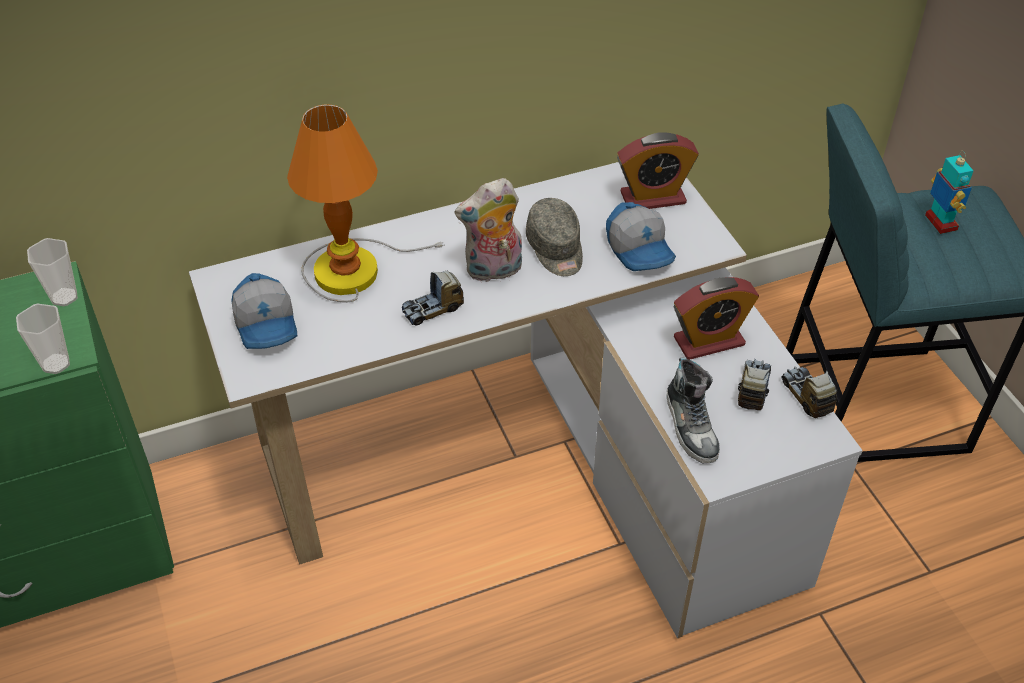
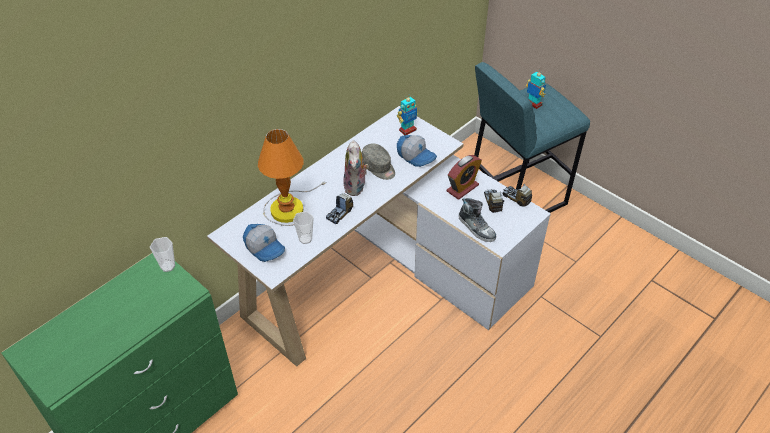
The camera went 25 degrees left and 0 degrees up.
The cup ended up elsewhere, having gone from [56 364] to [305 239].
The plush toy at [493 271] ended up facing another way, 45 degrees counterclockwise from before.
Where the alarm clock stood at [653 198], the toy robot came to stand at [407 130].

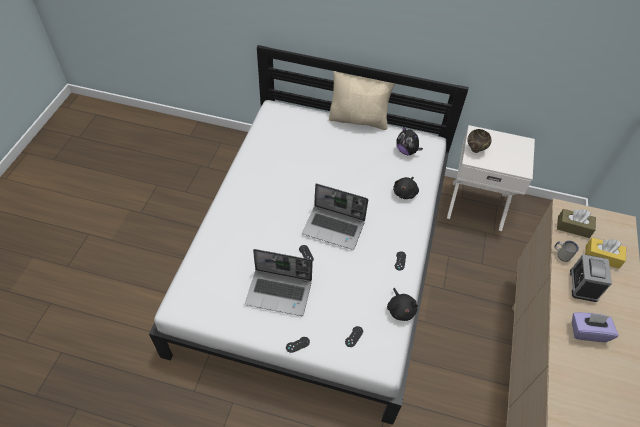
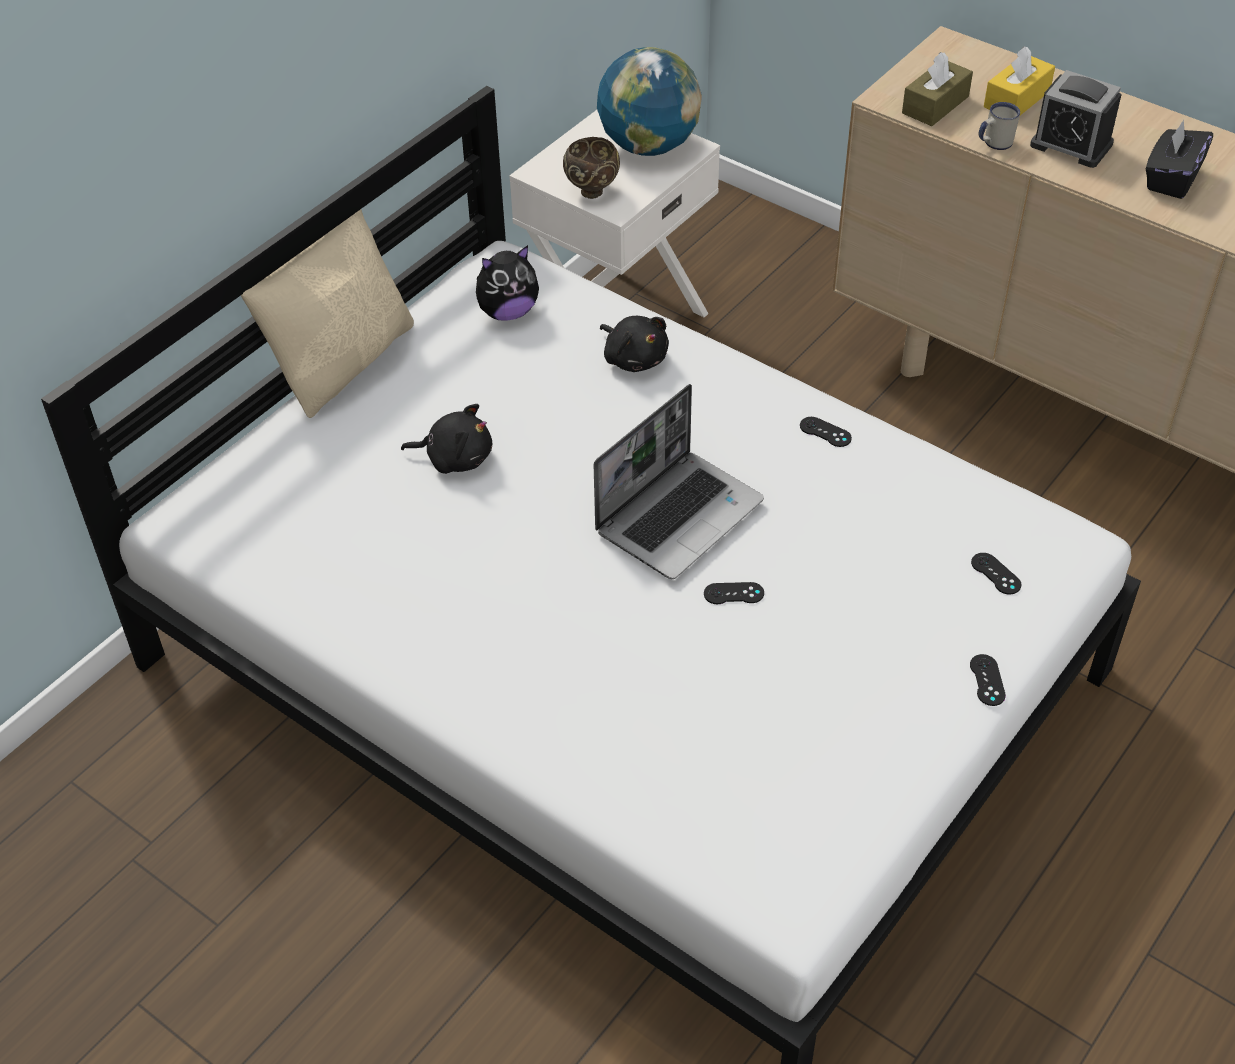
The camera went 65 degrees left and 5 degrees down.
The plush toy in black ended up elsewhere, having gone from [400 309] to [455 458].
The second view gained the globe at [649 145].
What was the tissue box in purple at [587 331] turned into the tissue box in black at [1171 179].
The second view lost the laptop at [280 292].

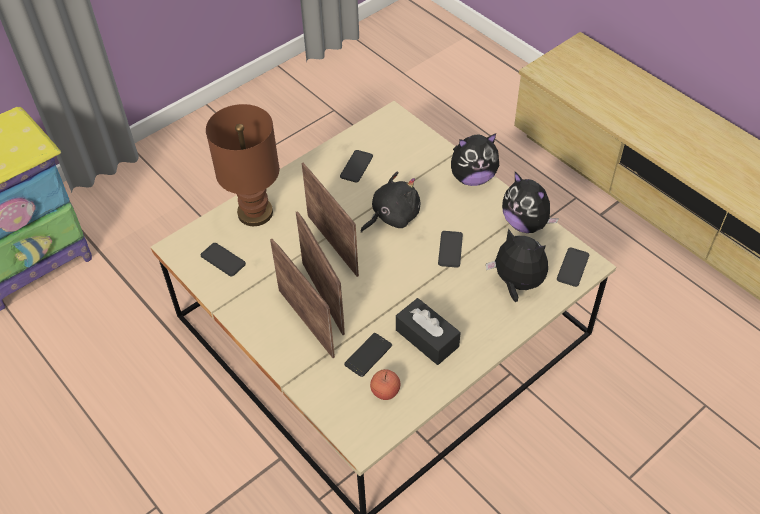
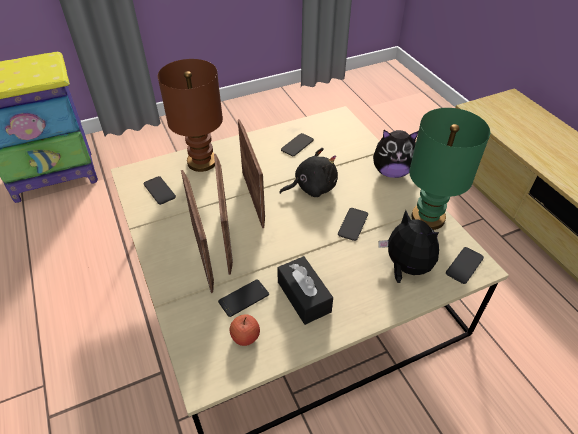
The camera went 15 degrees right and 5 degrees down.
Where the plush toy stood at [525 223], the table lamp in green came to stand at [429 218].

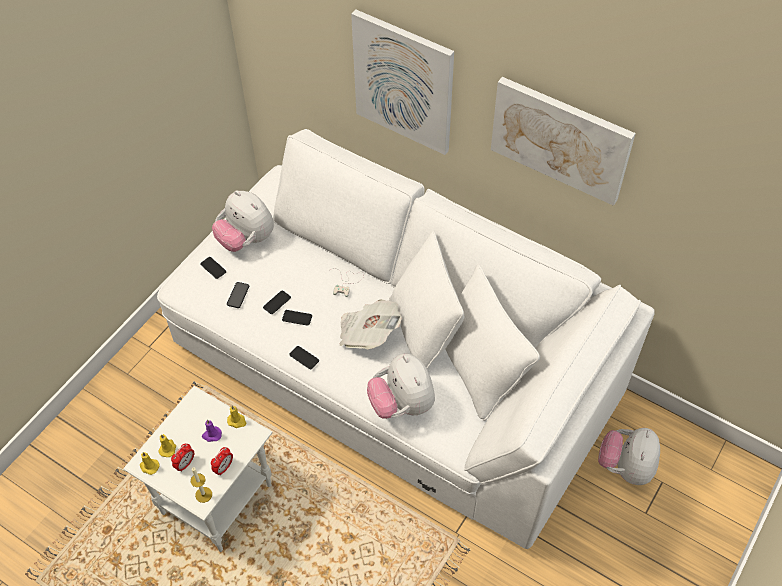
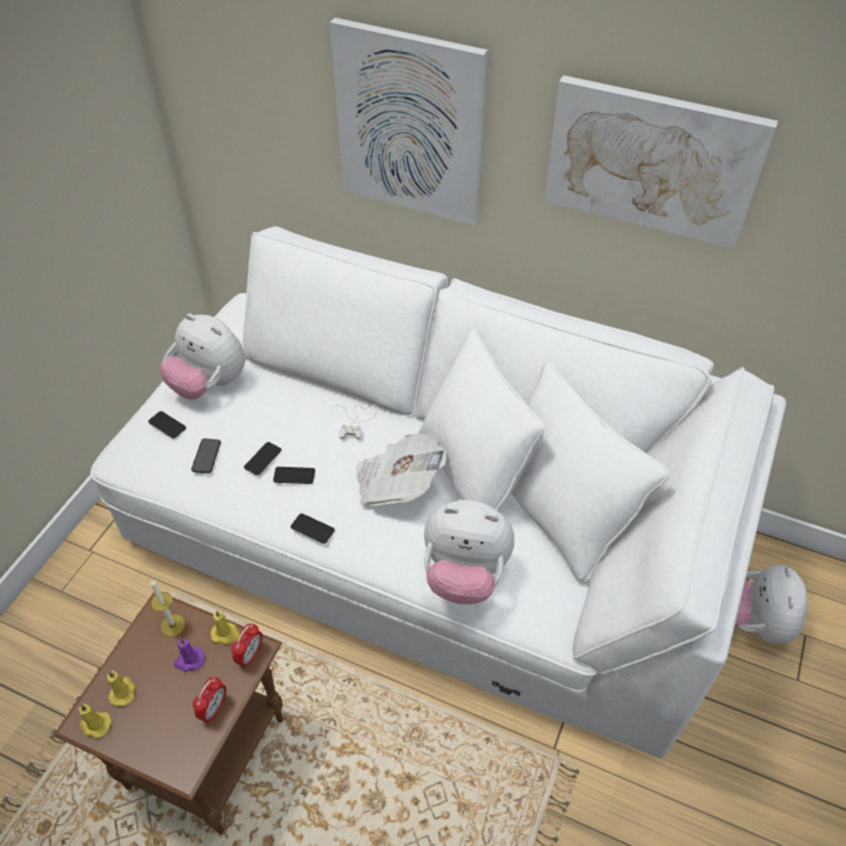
The camera went 10 degrees left and 5 degrees down.
What was the side table in white at [218 498] turned into the side table in brown at [208 751].
The candle ended up elsewhere, having gone from [203 494] to [173 625].
The alarm clock ended up elsewhere, having gone from [185 464] to [250 655].
The plush toy at [402 404] ended up facing another way, 45 degrees counterclockwise from before.

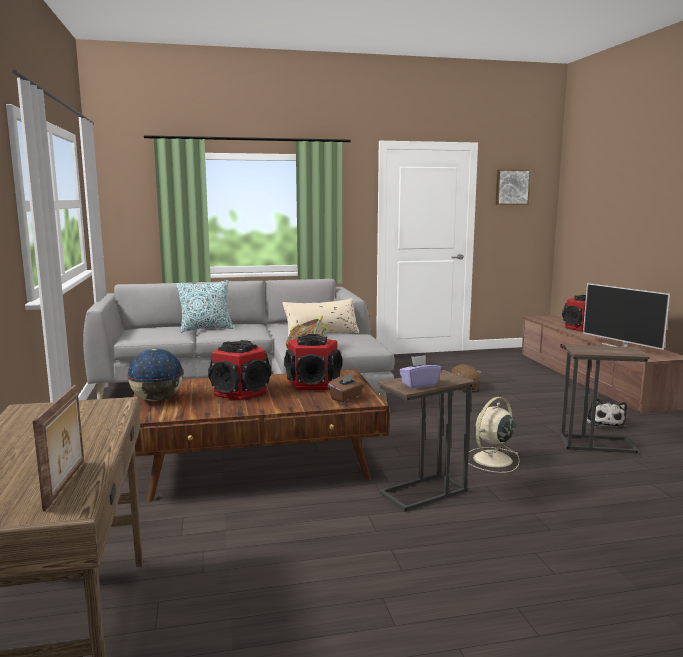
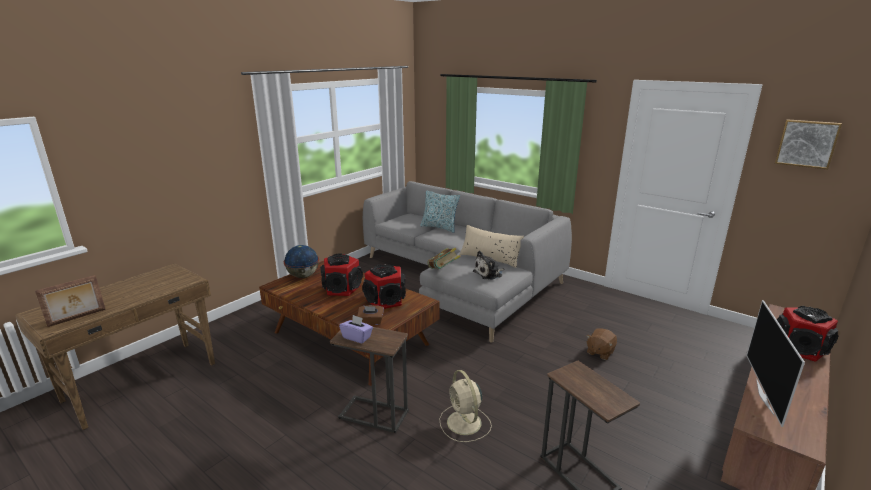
The camera went 50 degrees right and 10 degrees up.
The fan in beige at [491 460] ended up facing another way, 120 degrees counterclockwise from before.
The plush toy ended up elsewhere, having gone from [604 422] to [489 273].

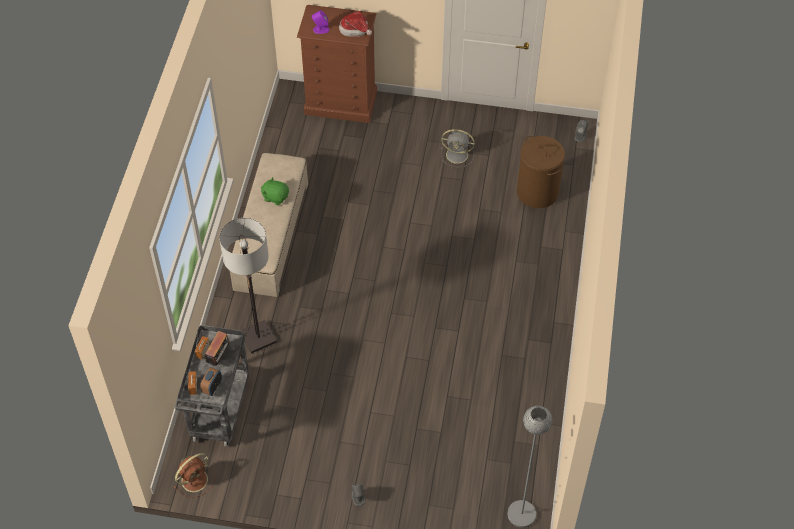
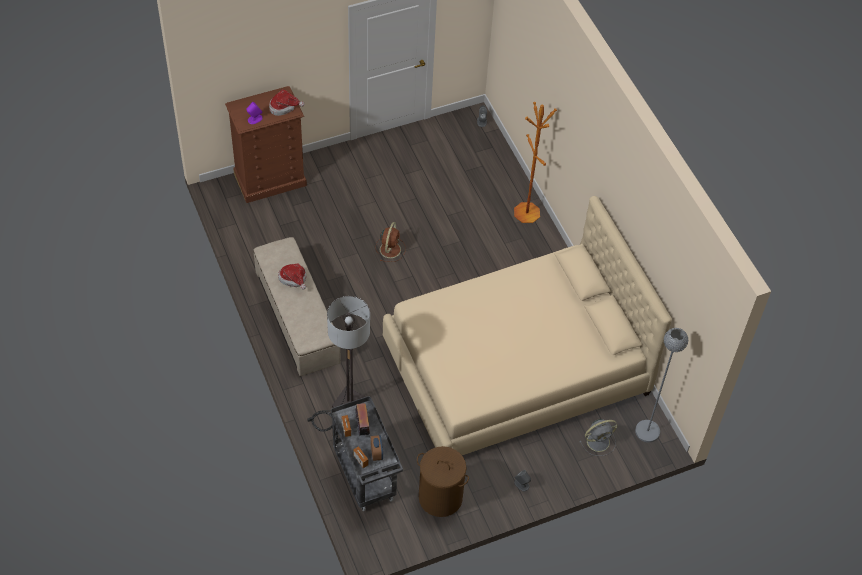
The camera went 35 degrees left and 0 degrees up.
Where the plush toy in green stood at [275 197], the hat came to stand at [294 279].
The fan in brown ended up elsewhere, having gone from [195 479] to [390 249].
The second view gained the bed in beige at [516 367].
The laundry basket in brown ended up elsewhere, having gone from [537 192] to [440 497].
The second view gained the clothes rack in orange at [527 212].
The fan in grey ended up elsewhere, having gone from [458 155] to [599 441].

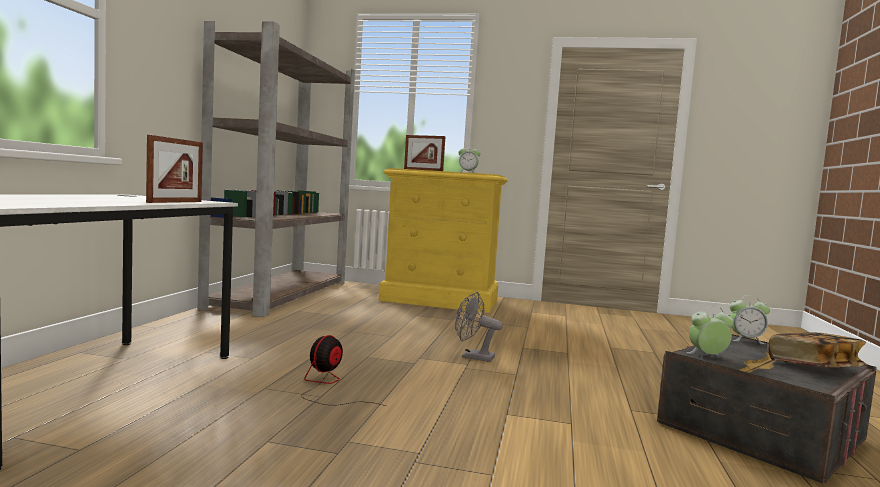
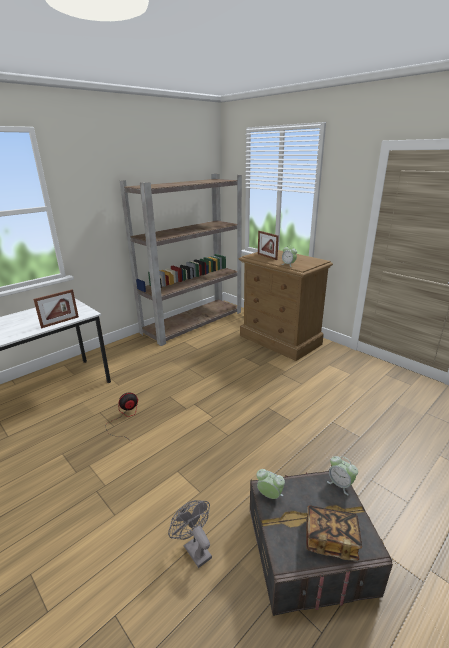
The camera went 35 degrees right and 20 degrees up.
The fan in grey ended up elsewhere, having gone from [472 357] to [194 548].
What was the dresser in yellow at [440 300] turned into the dresser in brown at [280 340].

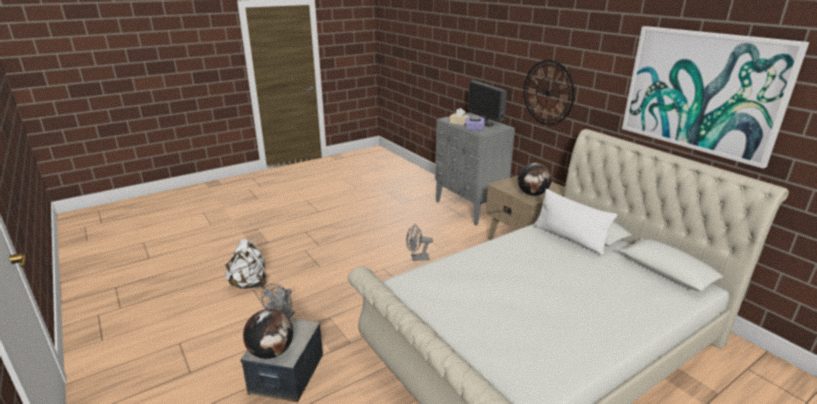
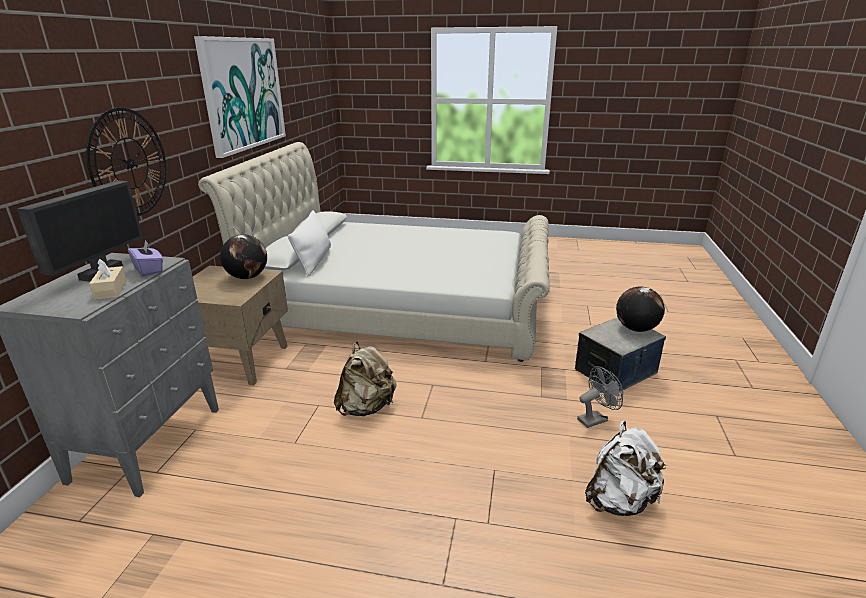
The camera went 135 degrees left and 0 degrees up.
Where the fan in grey stood at [417 258], the backpack in beige came to stand at [366 407].

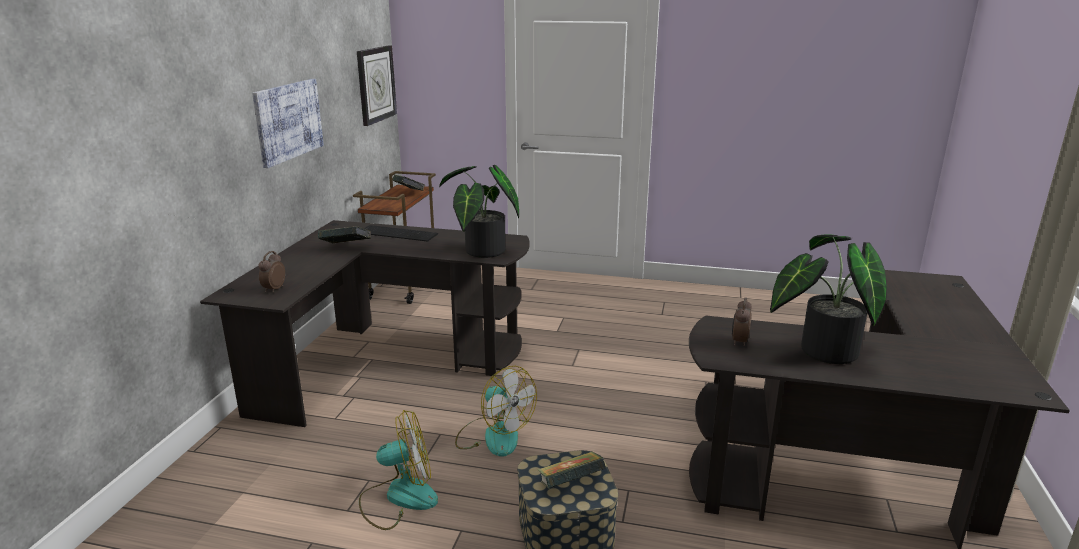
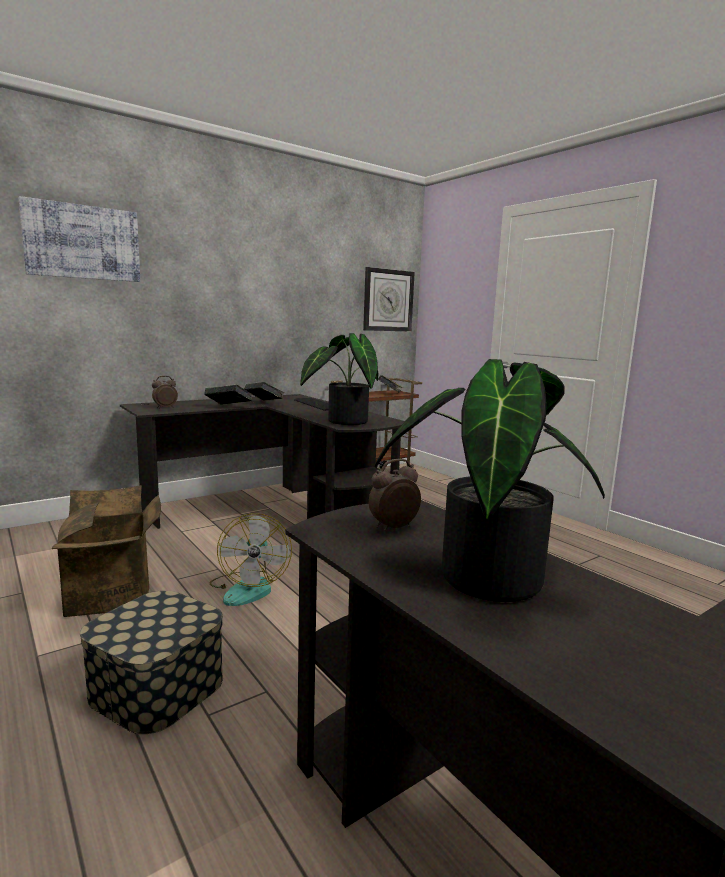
The camera went 40 degrees right and 10 degrees down.
The picture ended up elsewhere, having gone from [288 121] to [83 242].
Where the fan stood at [399 497], the cardboard box came to stand at [113 594].
The book ended up elsewhere, having gone from [570 486] to [229 407].

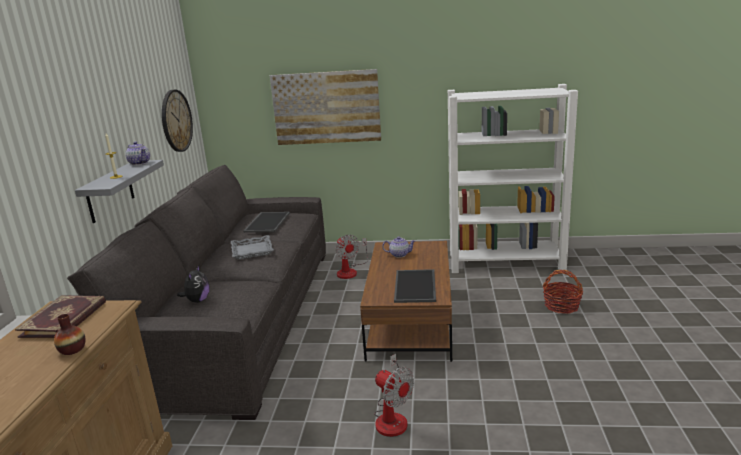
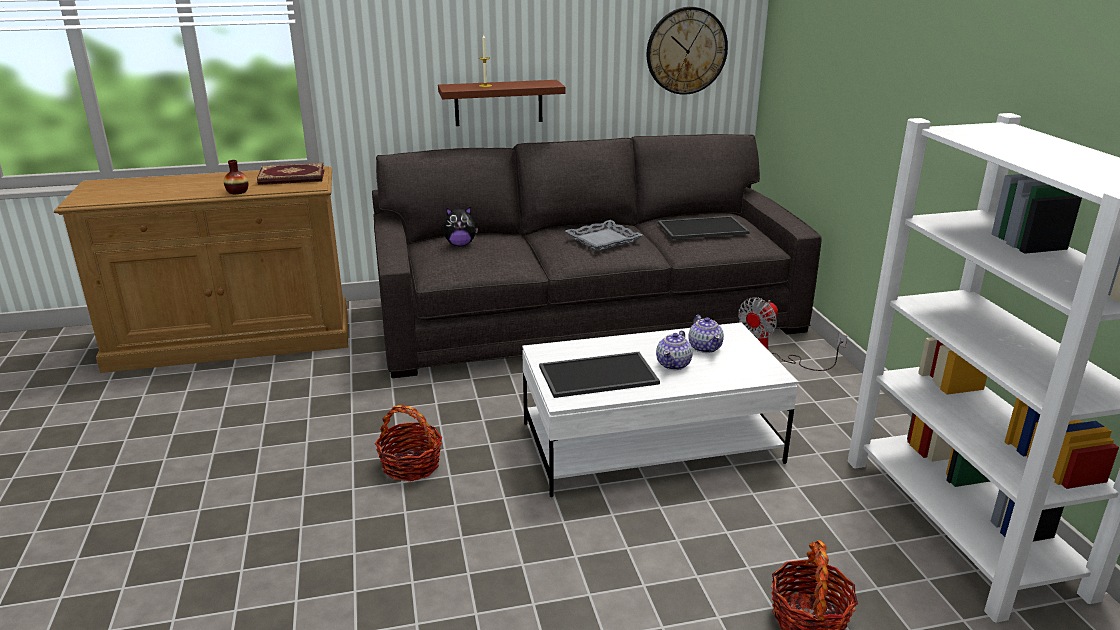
The camera went 70 degrees right and 5 degrees up.
Where the fan stood at [392 416], the basket came to stand at [411 465].
What was the shelf in grey at [110 192] turned into the shelf in brown at [498 103].
What was the coffee table in brown at [410 320] turned into the coffee table in white at [650 442].
The teapot ended up elsewhere, having gone from [139 163] to [674 364].
The second view lost the picture at [326 107].

